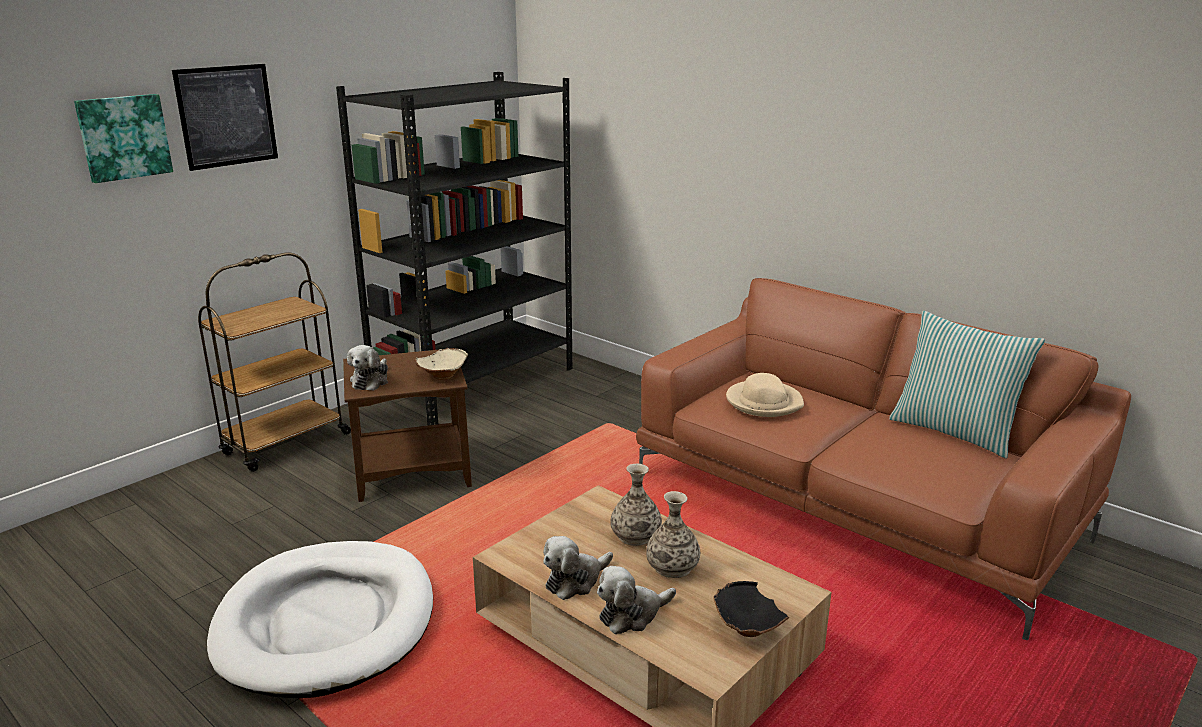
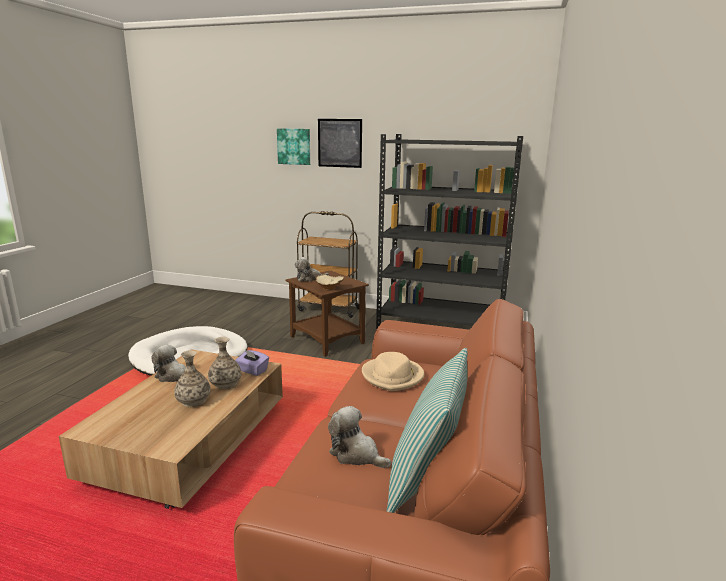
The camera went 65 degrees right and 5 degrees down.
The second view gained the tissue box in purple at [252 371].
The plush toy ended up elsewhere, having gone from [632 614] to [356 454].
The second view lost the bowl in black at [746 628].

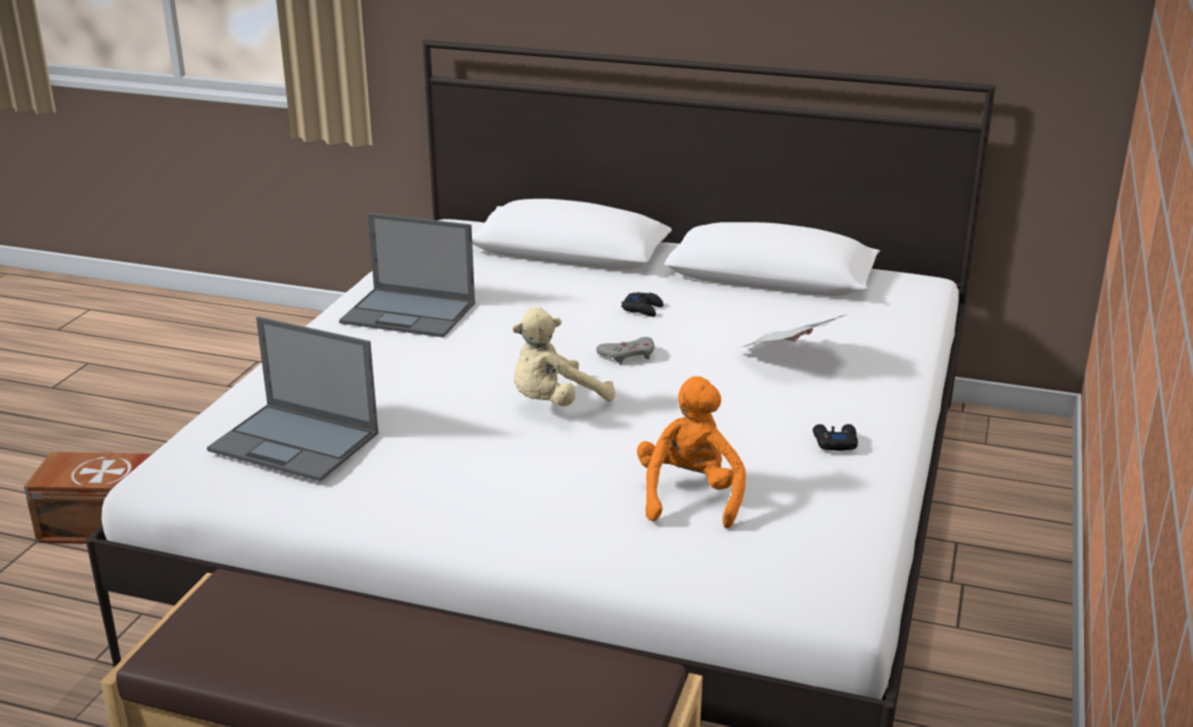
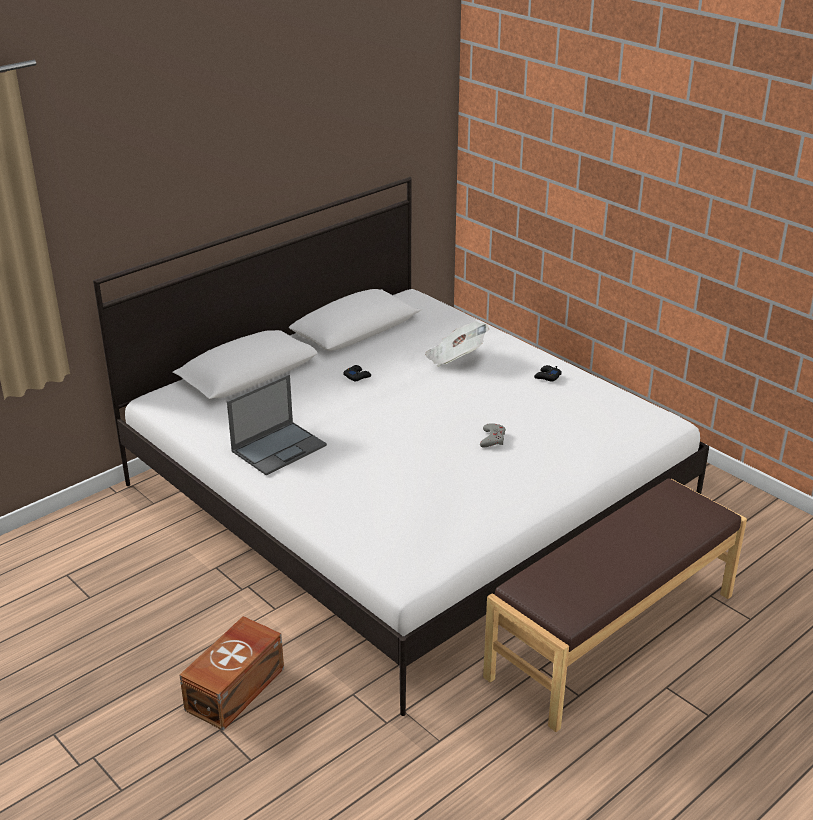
The camera went 60 degrees left and 5 degrees up.
The game controller in grey ended up elsewhere, having gone from [628 355] to [492 439].
The second view lost the laptop at [296 442].
The second view lost the plush toy in beige at [555 403].
The second view lost the plush toy in orange at [690 496].

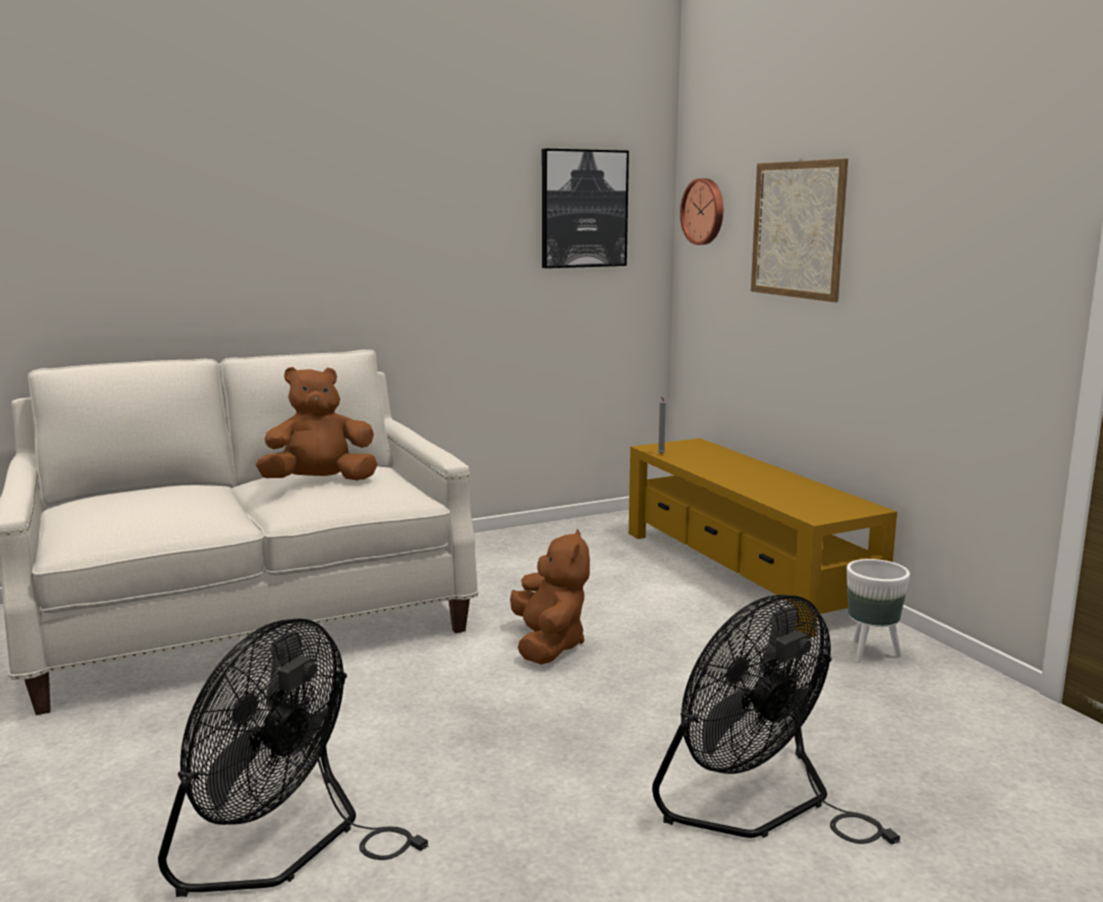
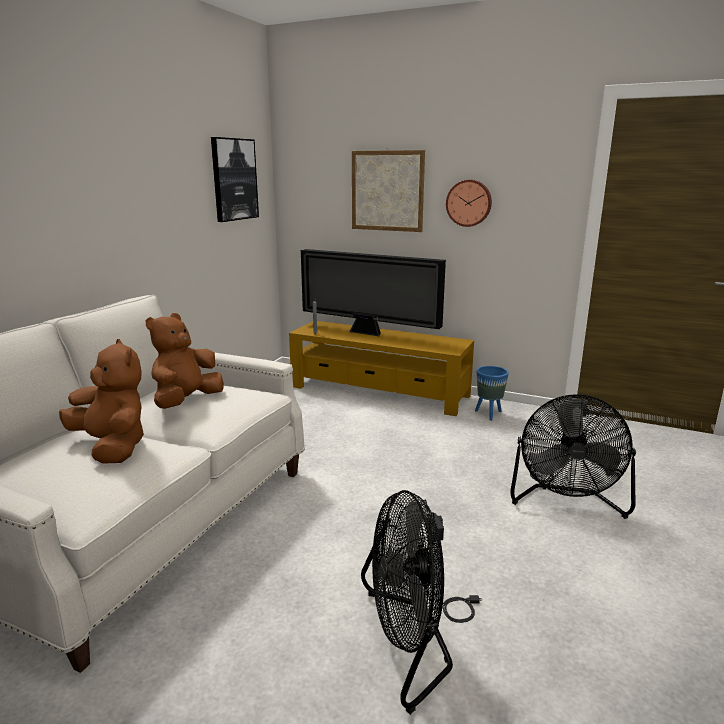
The camera went 40 degrees left and 5 degrees up.
The plush toy in brown ended up elsewhere, having gone from [548 645] to [112 447].
The second view gained the television at [368 333].
The wall clock ended up elsewhere, having gone from [704 211] to [469 203].
What was the planter in white at [871 653] turned into the planter in blue at [489 414].
The fan in black at [773 803] ended up facing another way, 90 degrees counterclockwise from before.

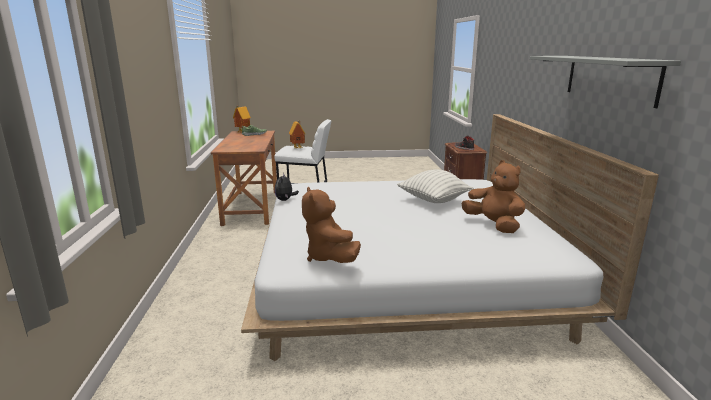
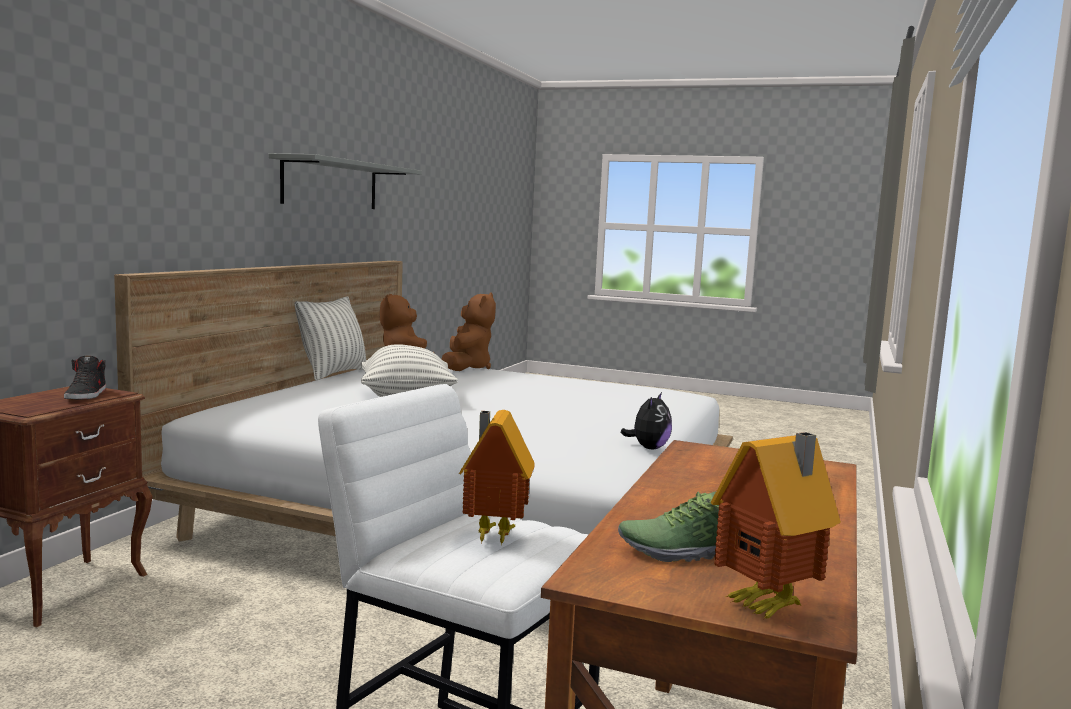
The camera went 155 degrees left and 10 degrees down.
The second view gained the pillow at [333 373].
The plush toy in brown ended up elsewhere, having gone from [329 257] to [466 367].

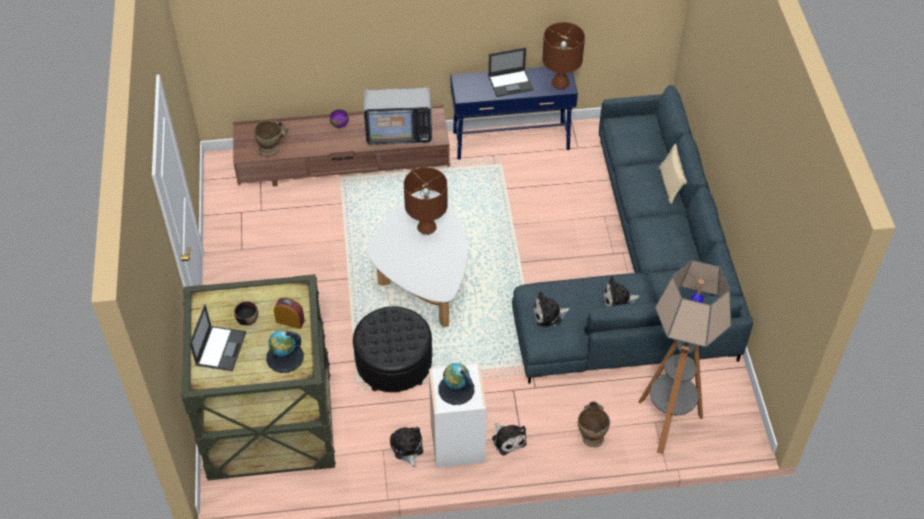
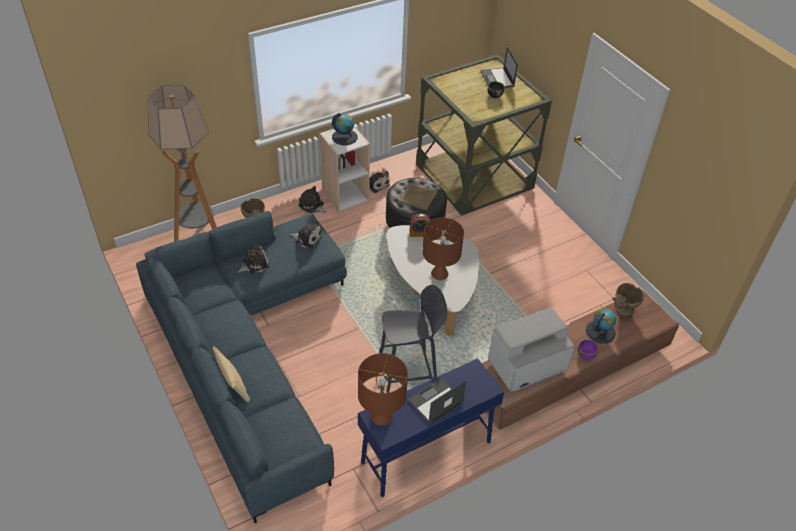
The camera went 155 degrees right and 5 degrees down.
The plush toy at [549 315] ended up facing another way, 60 degrees clockwise from before.
The second view gained the stool in grey at [409 378].
The second view gained the tray in beige at [418 197].
The alarm clock ended up elsewhere, having gone from [290 321] to [419 233].
The globe ended up elsewhere, having gone from [285 357] to [600 331].

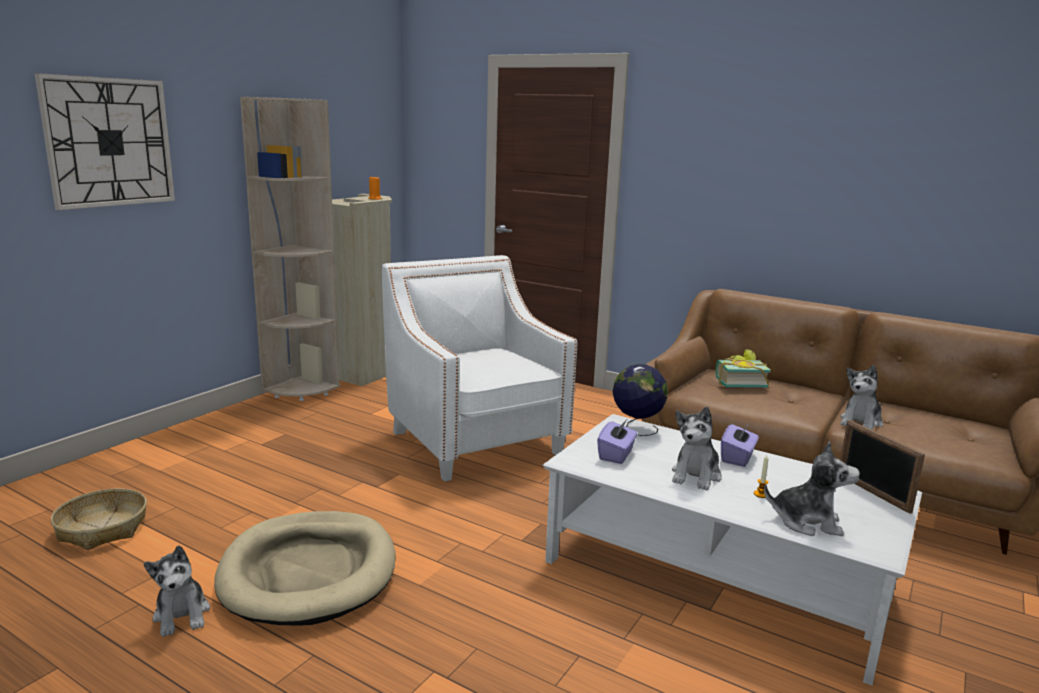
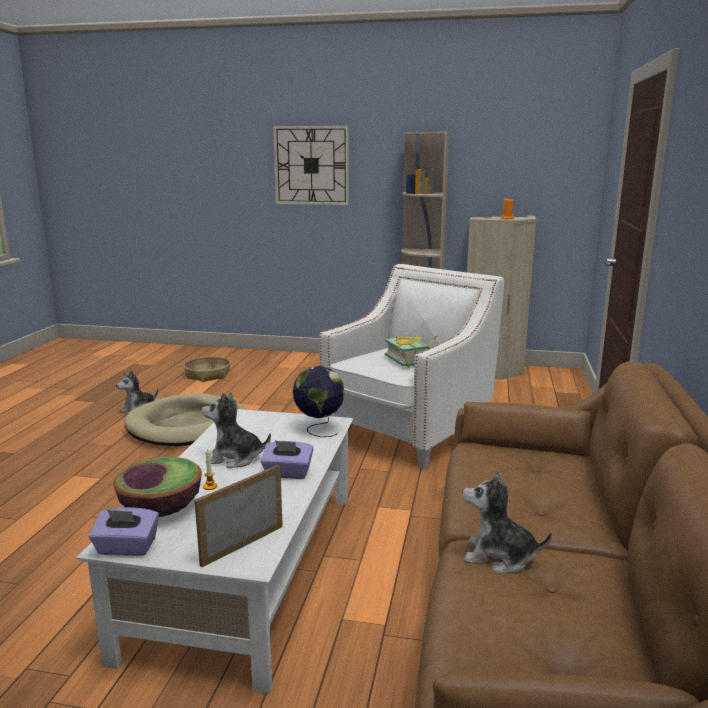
The camera went 70 degrees right and 0 degrees up.
The tissue box in purple ended up elsewhere, having gone from [616 455] to [126 548].
Where the plush toy stood at [807 522], the bowl came to stand at [161 508].
The book ended up elsewhere, having gone from [739 382] to [412 360].

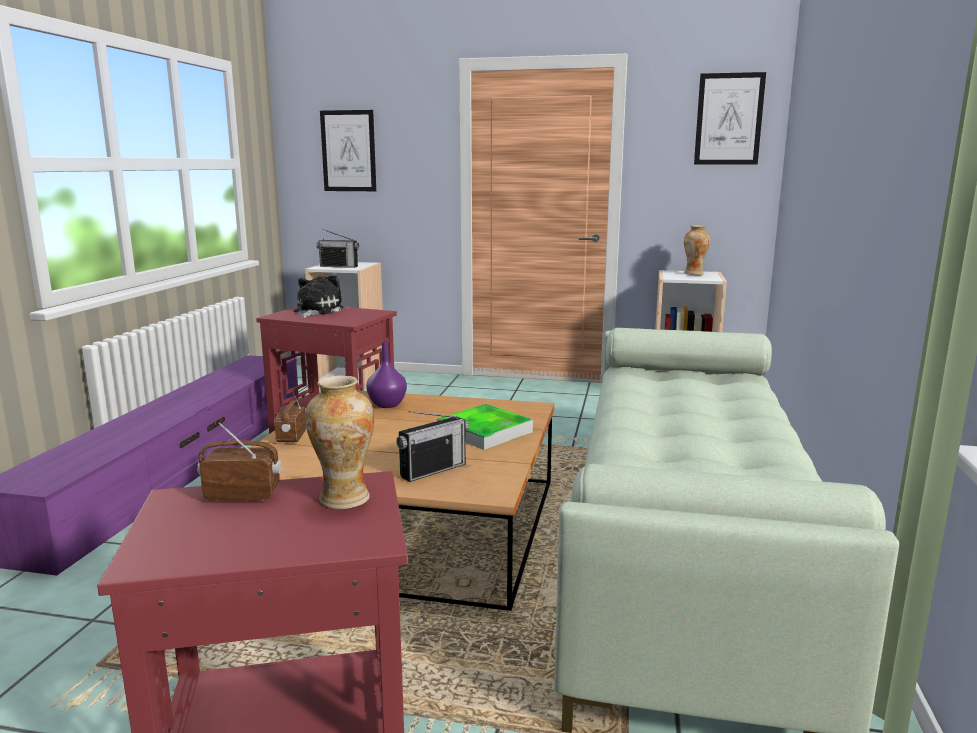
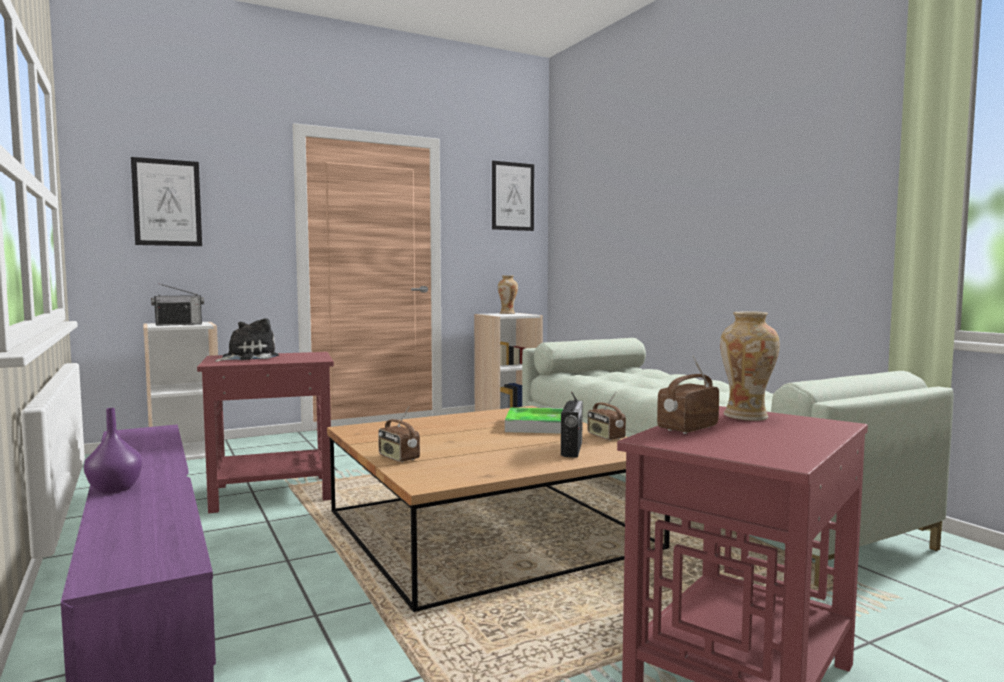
The camera went 40 degrees left and 10 degrees down.
The vase in purple ended up elsewhere, having gone from [388 404] to [115 489].
The plush toy at [316 311] ended up facing another way, 60 degrees clockwise from before.
The second view gained the radio at [605 436].

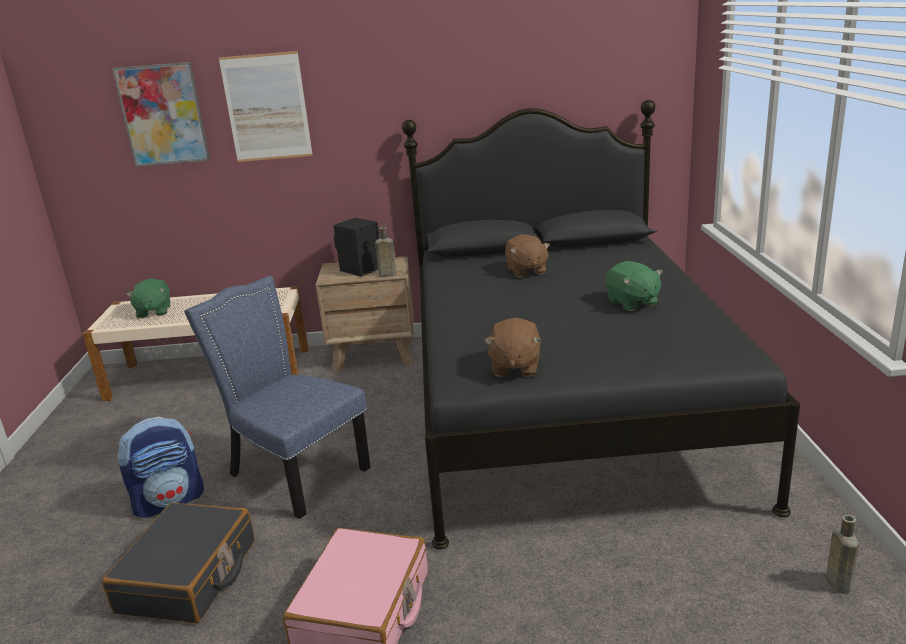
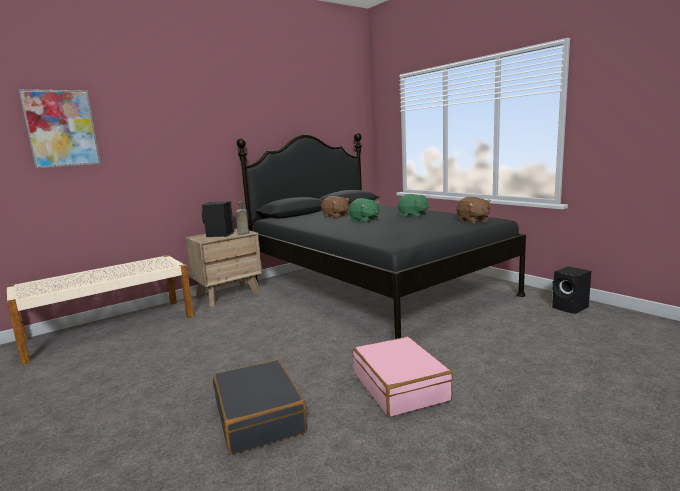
The camera went 35 degrees left and 10 degrees down.
The plush toy in green ended up elsewhere, having gone from [153 312] to [364 221].
The plush toy in brown ended up elsewhere, having gone from [514 367] to [473 221].
Where the bottle in brown stood at [837 582], the speaker in black came to stand at [571 308].
The second view lost the backpack at [170 501].
The second view lost the chair in blue at [298 475].
The second view lost the picture at [267 107].

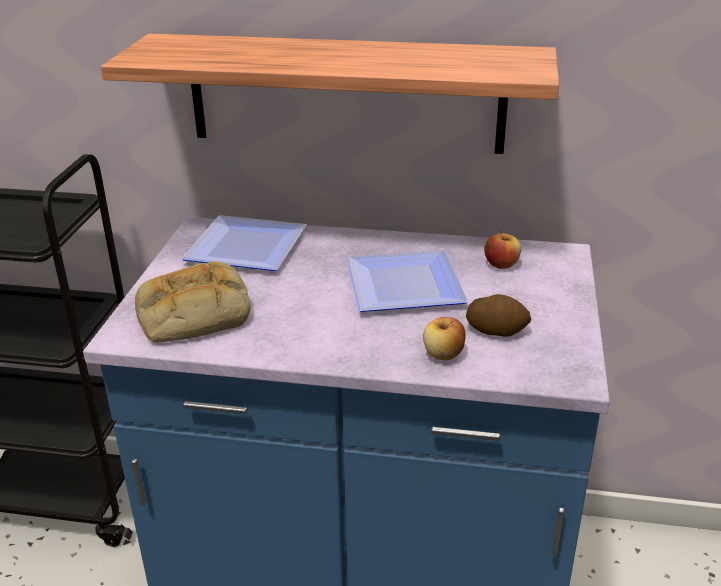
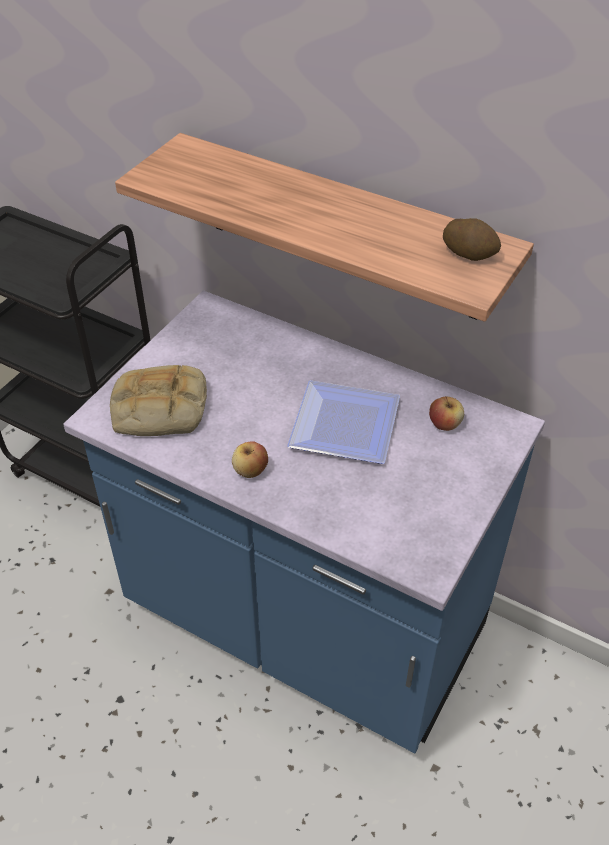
The camera went 20 degrees right and 15 degrees up.
The apple ended up elsewhere, having gone from [443 355] to [250 470].
The potato ended up elsewhere, having gone from [497 330] to [469 253].
The second view lost the plate at [248 250].

